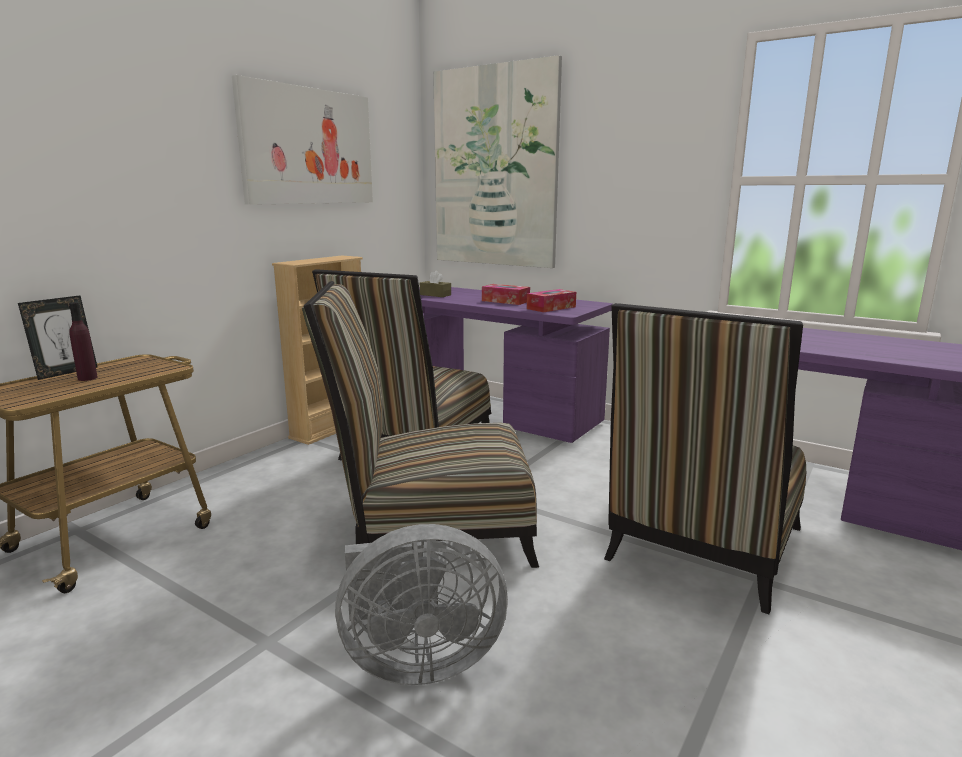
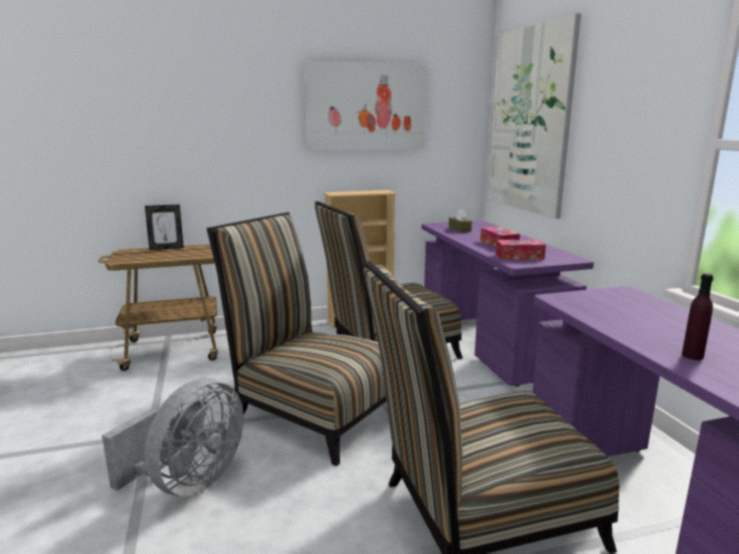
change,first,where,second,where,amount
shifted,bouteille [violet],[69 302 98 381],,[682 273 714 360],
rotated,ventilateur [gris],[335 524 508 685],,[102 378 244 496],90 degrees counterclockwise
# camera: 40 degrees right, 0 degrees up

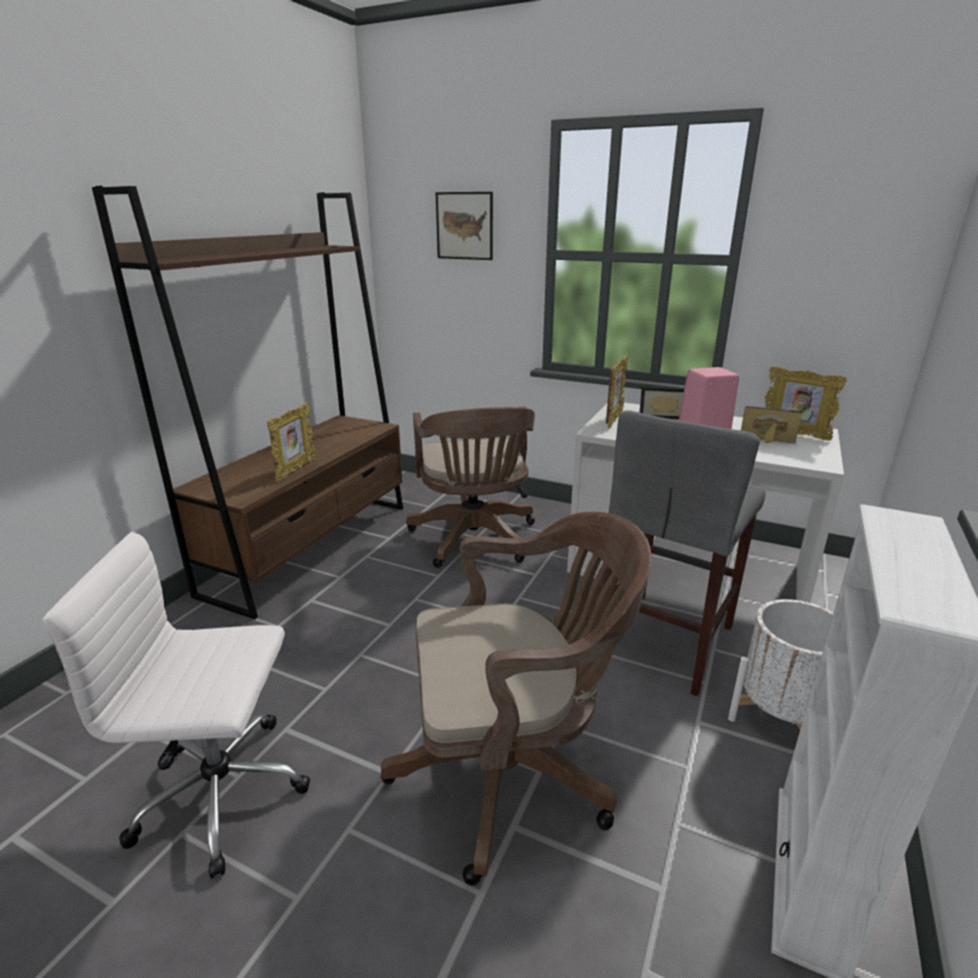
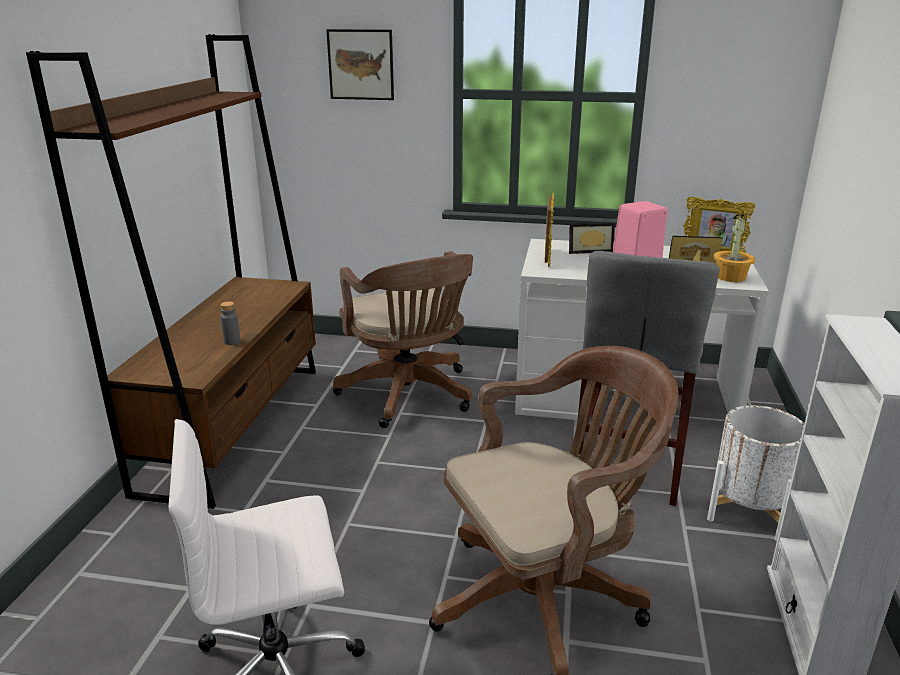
change,first,where,second,where,amount
swapped,cadre photo,[267 402 316 481],bouteille [gris],[220 301 240 345],
new,,,plante en pot,[713 215 755 282],
# camera: 15 degrees left, 0 degrees up

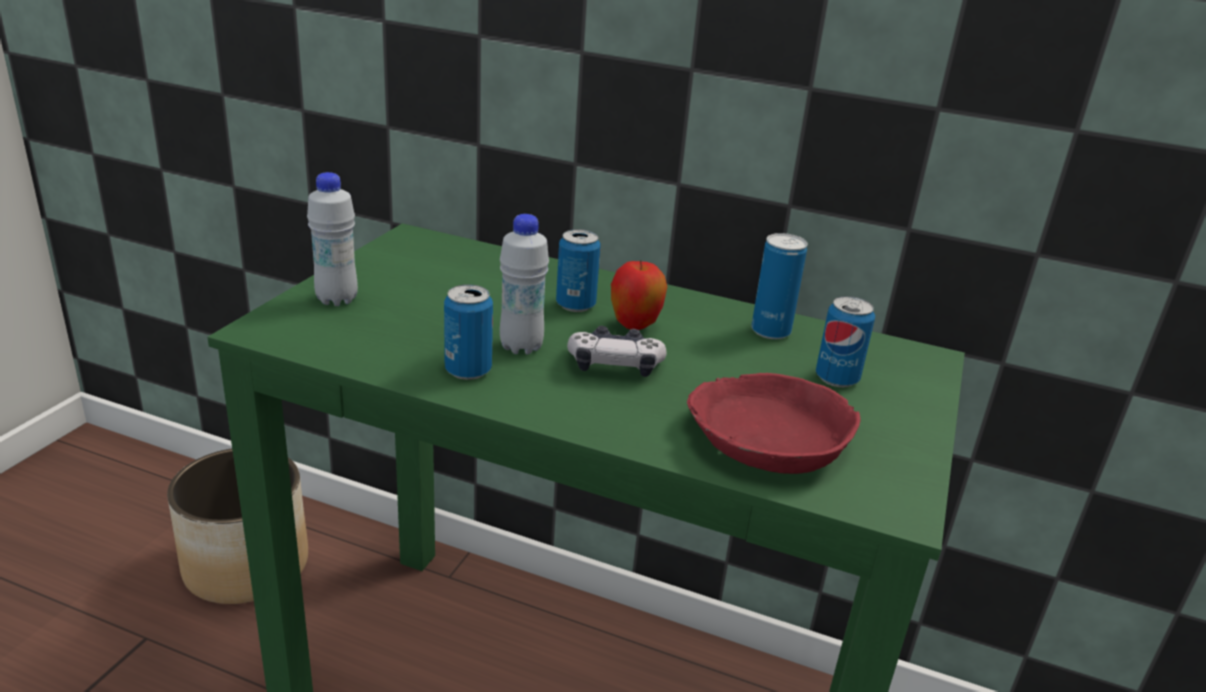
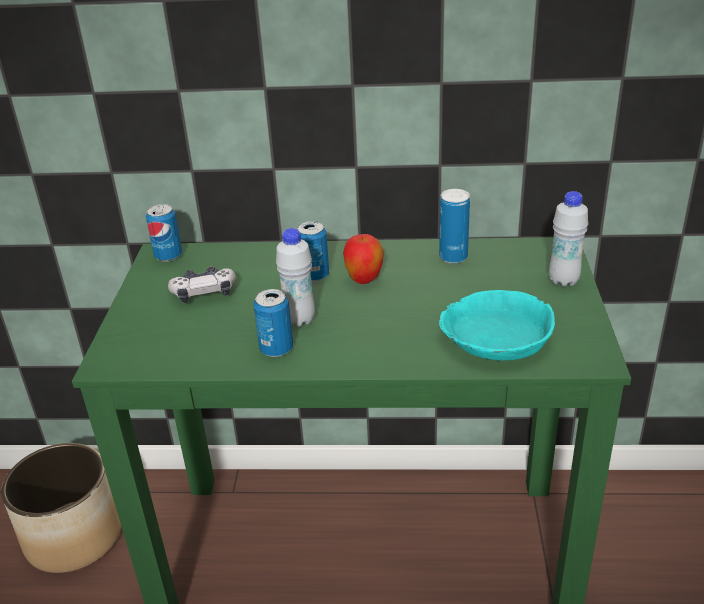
change,first,where,second,where,amount
shifted,bouteille [blanc],[307 172 358 306],,[549 191 588 287],
shifted,manette,[567 326 666 377],,[168 266 236 303],
repainted,bol [rouge],[687 373 861 474],bol [turquoise],[439 290 555 361],
shifted,boîte métallique,[816 296 875 387],,[146 204 182 262],
# camera: 15 degrees left, 5 degrees up

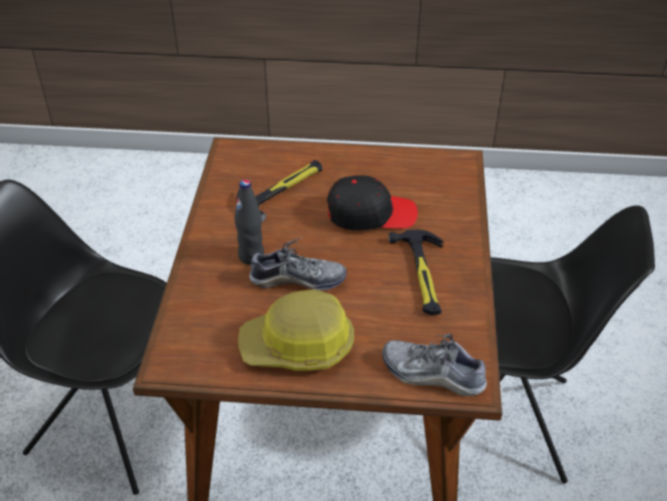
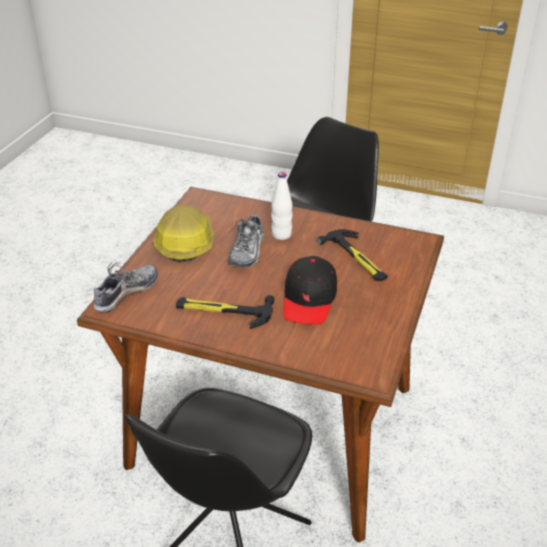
change,first,where,second,where,amount
repainted,bouteille [noir],[234 179 264 265],bouteille [blanc],[271 172 293 240],
# camera: 105 degrees right, 5 degrees down

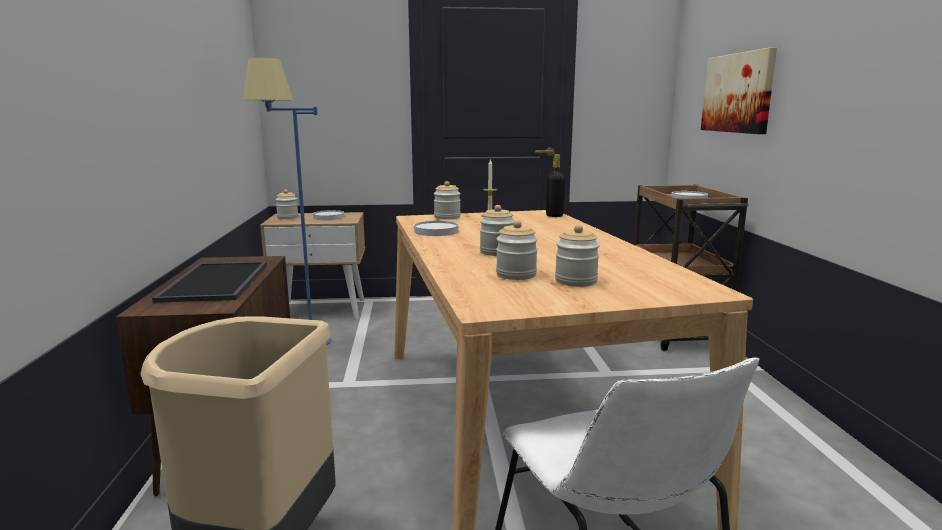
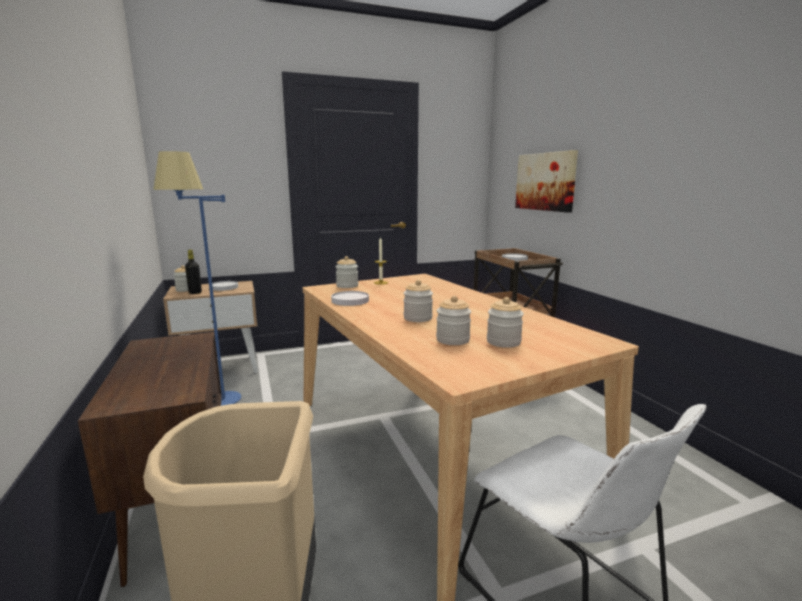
change,first,where,second,where,amount
gone,plateau,[152 261 267 303],,,
shifted,bouteille [noir],[546 154 565 217],,[185 250 202 294],
# camera: 15 degrees left, 0 degrees up

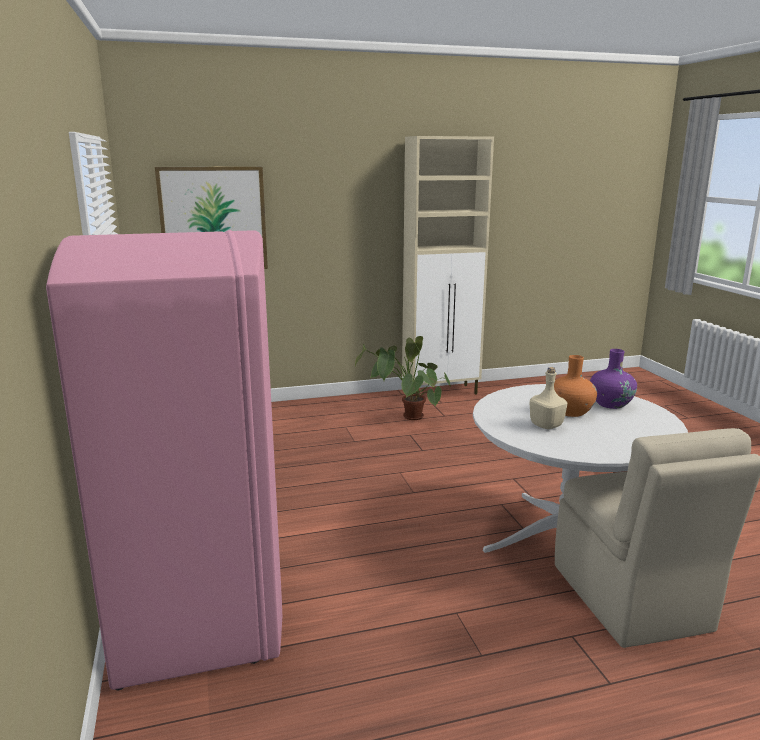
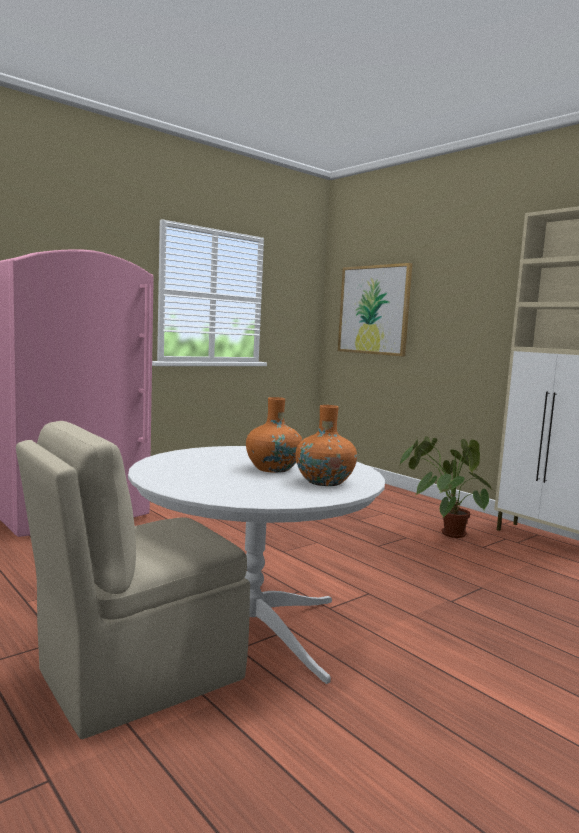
change,first,where,second,where,amount
gone,bouteille [beige],[530 367 567 429],,,
repainted,vase [violet],[590 349 637 409],vase [orange],[296 405 357 486],
# camera: 65 degrees right, 10 degrees down

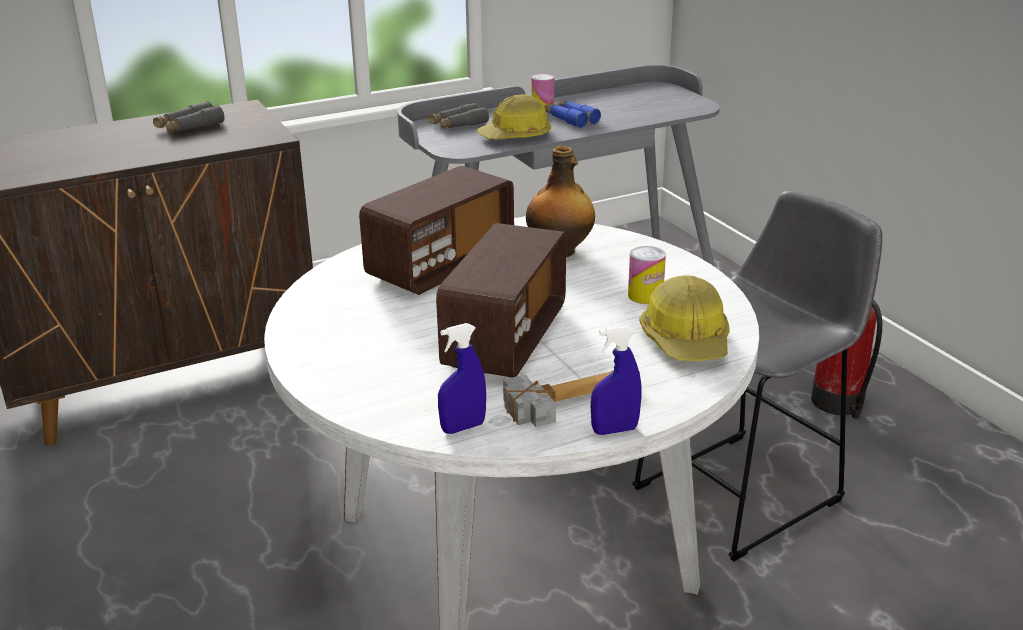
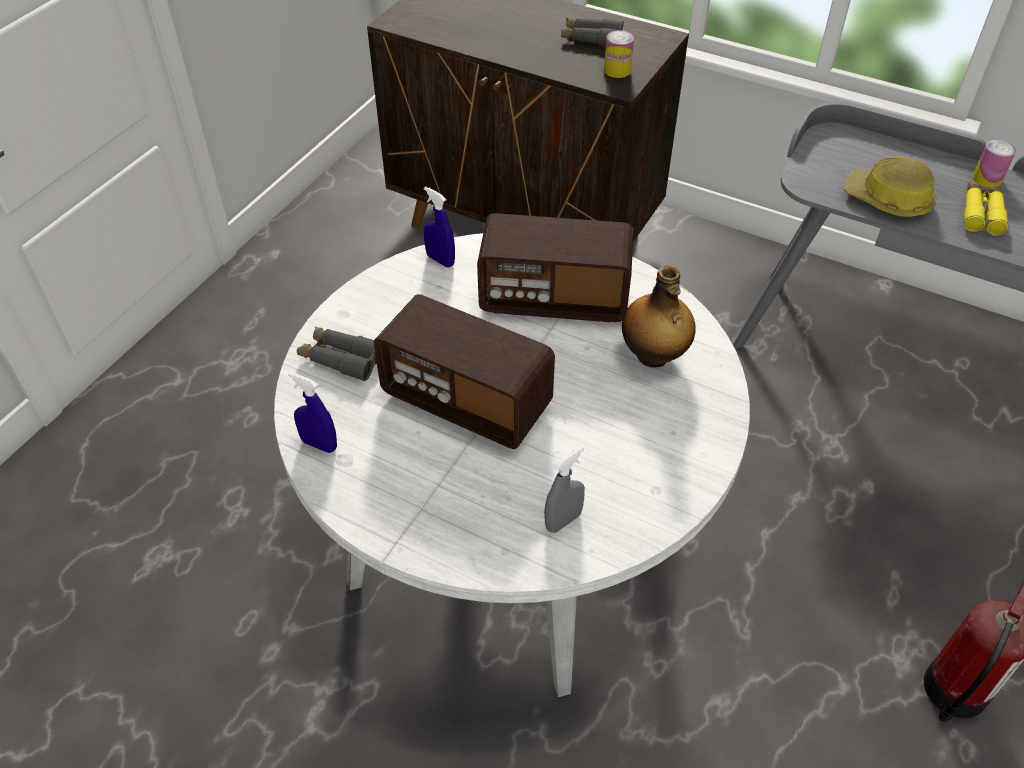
change,first,where,second,where,amount
shifted,jumelles [gris],[428 103 489 129],,[297 326 377 381],
rotated,radio,[436 223 566 378],,[374 294 555 449],45 degrees clockwise
gone,marteau,[503 370 640 427],,,
repainted,jumelles [bleu],[545 100 601 128],jumelles [jaune],[964 181 1008 235],
shifted,vaporisateur [bleu],[591 326 642 435],,[424 186 455 267],
shifted,boîte métallique,[628 246 666 304],,[604 30 634 78],
gone,tabouret [gris],[632 191 882 561],,,
swapped,casque de chantier,[639 276 730 361],vaporisateur [gris],[544 447 585 533],
# camera: 55 degrees right, 20 degrees up

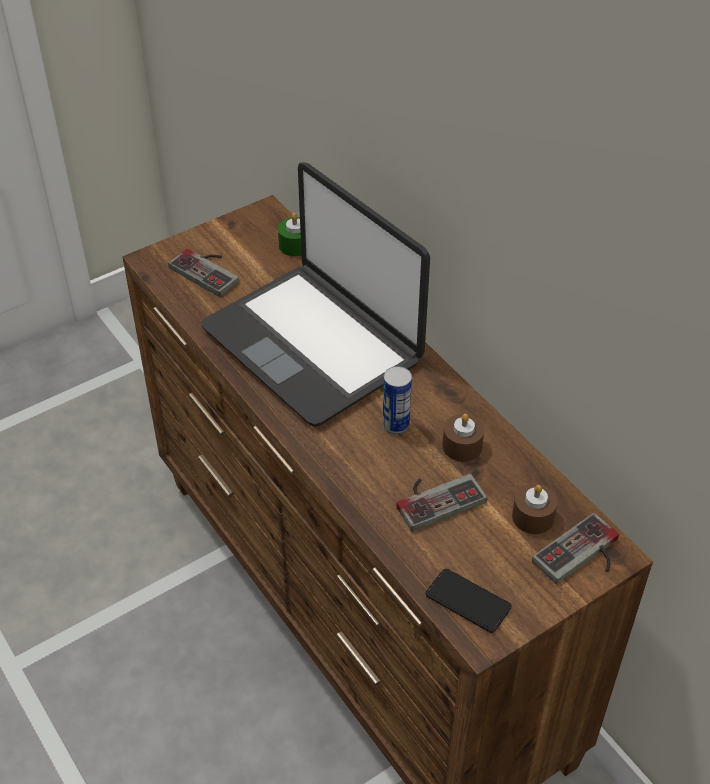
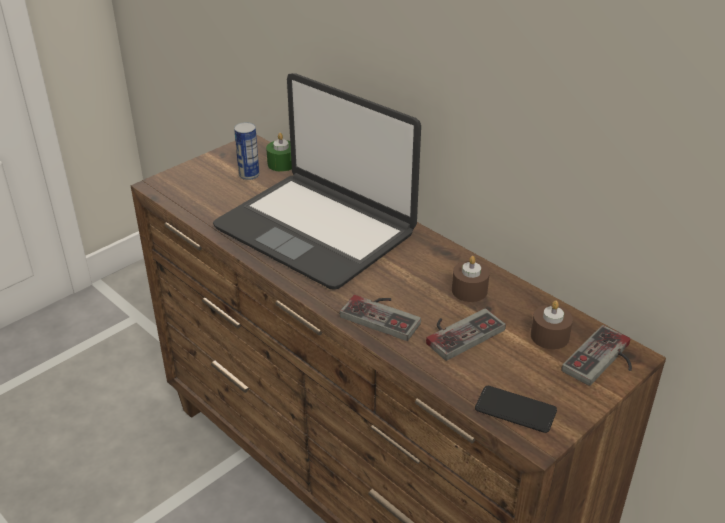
change,first,where,second,where,amount
shifted,manette,[168 249 239 297],,[340 295 421 341],
shifted,boîte métallique,[382 366 412 434],,[234 122 259 180],
# camera: 10 degrees left, 10 degrees down

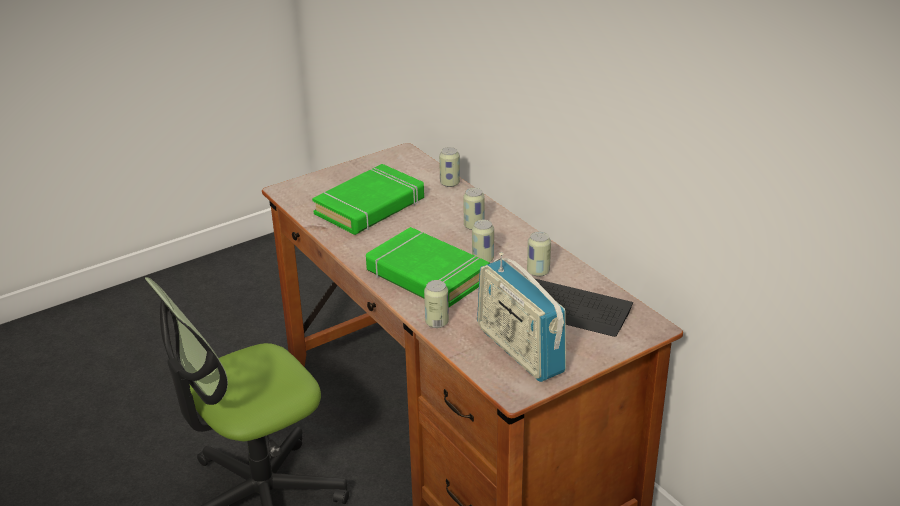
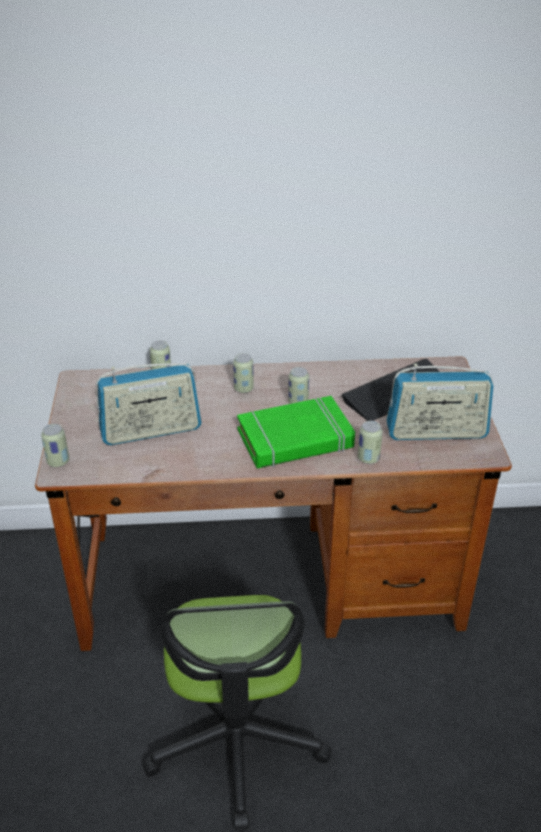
change,first,where,second,where,amount
swapped,livre [vert],[312 164 424 235],radio,[95 363 201 445],
shifted,boîte métallique,[527 232 551 277],,[41 424 69 467],
# camera: 60 degrees left, 5 degrees up

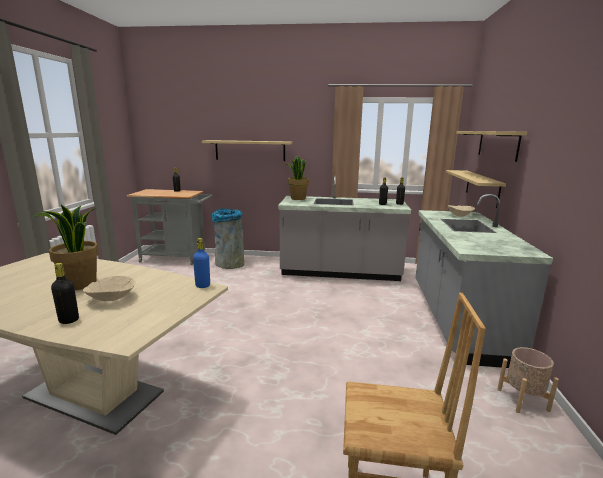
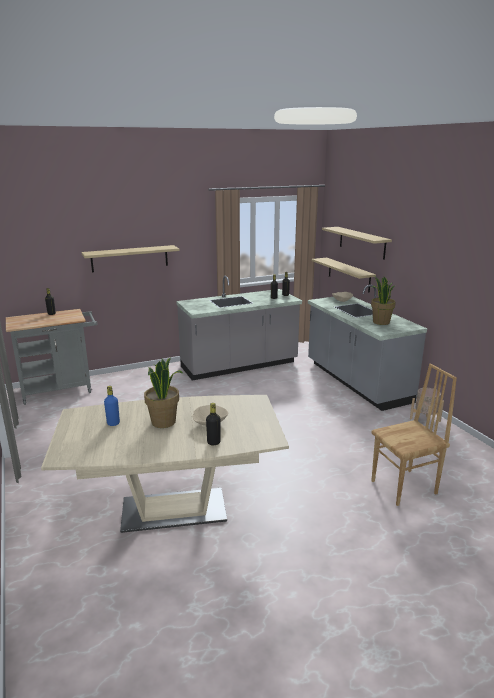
change,first,where,second,where,amount
shifted,bouteille [bleu],[193 238 210 288],,[104 386 120 426],
gone,poubelle [gris],[212 209 244 269],,,
shifted,plante en pot,[286 156 309 200],,[371 275 396 325],
# camera: 30 degrees left, 5 degrees up

